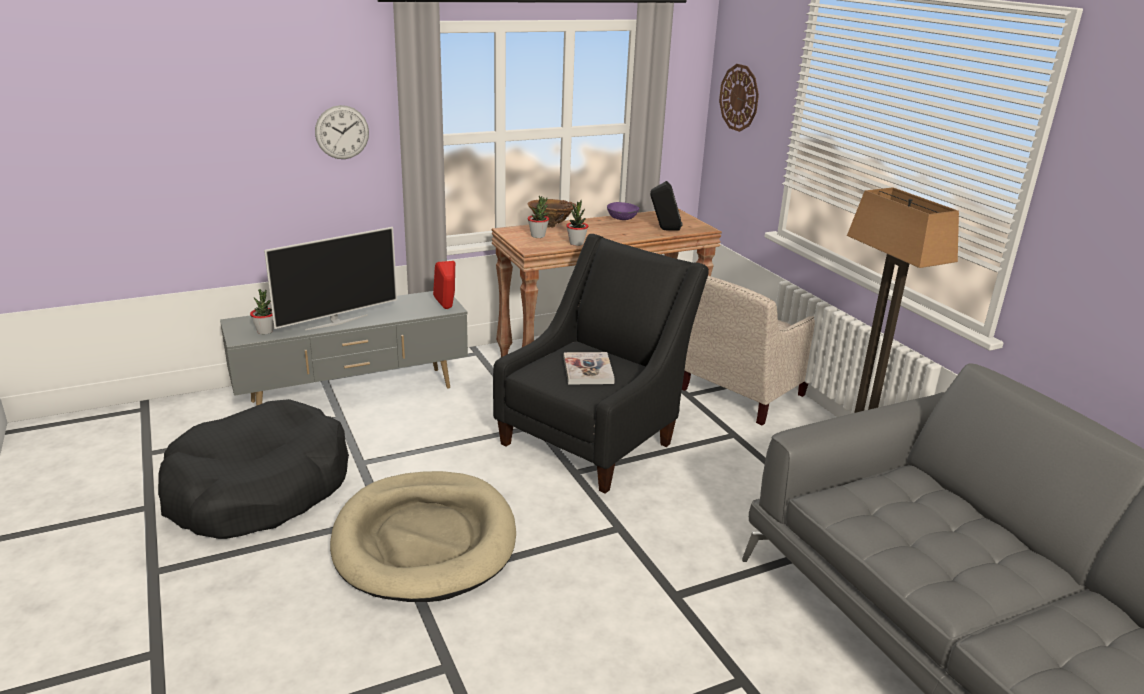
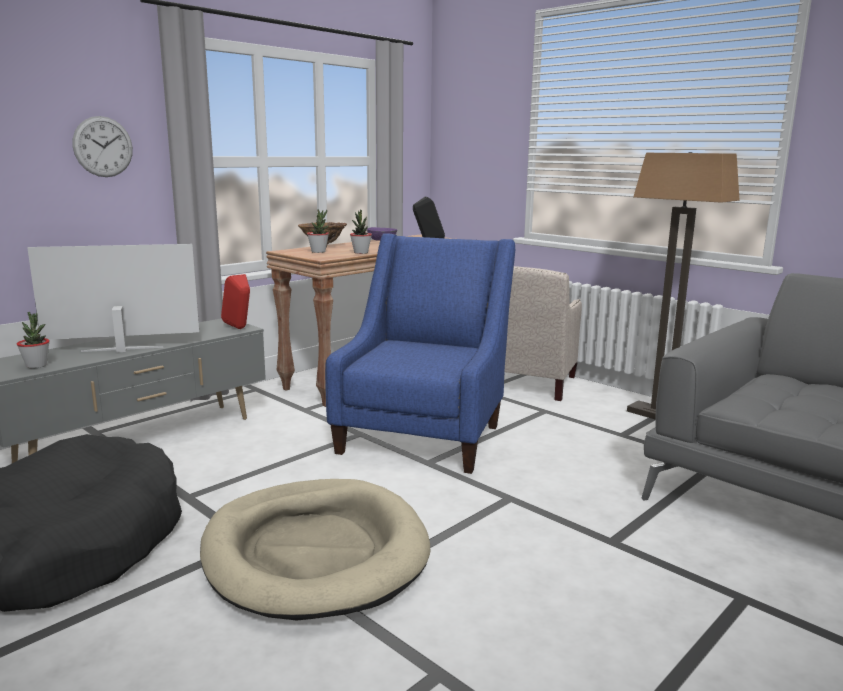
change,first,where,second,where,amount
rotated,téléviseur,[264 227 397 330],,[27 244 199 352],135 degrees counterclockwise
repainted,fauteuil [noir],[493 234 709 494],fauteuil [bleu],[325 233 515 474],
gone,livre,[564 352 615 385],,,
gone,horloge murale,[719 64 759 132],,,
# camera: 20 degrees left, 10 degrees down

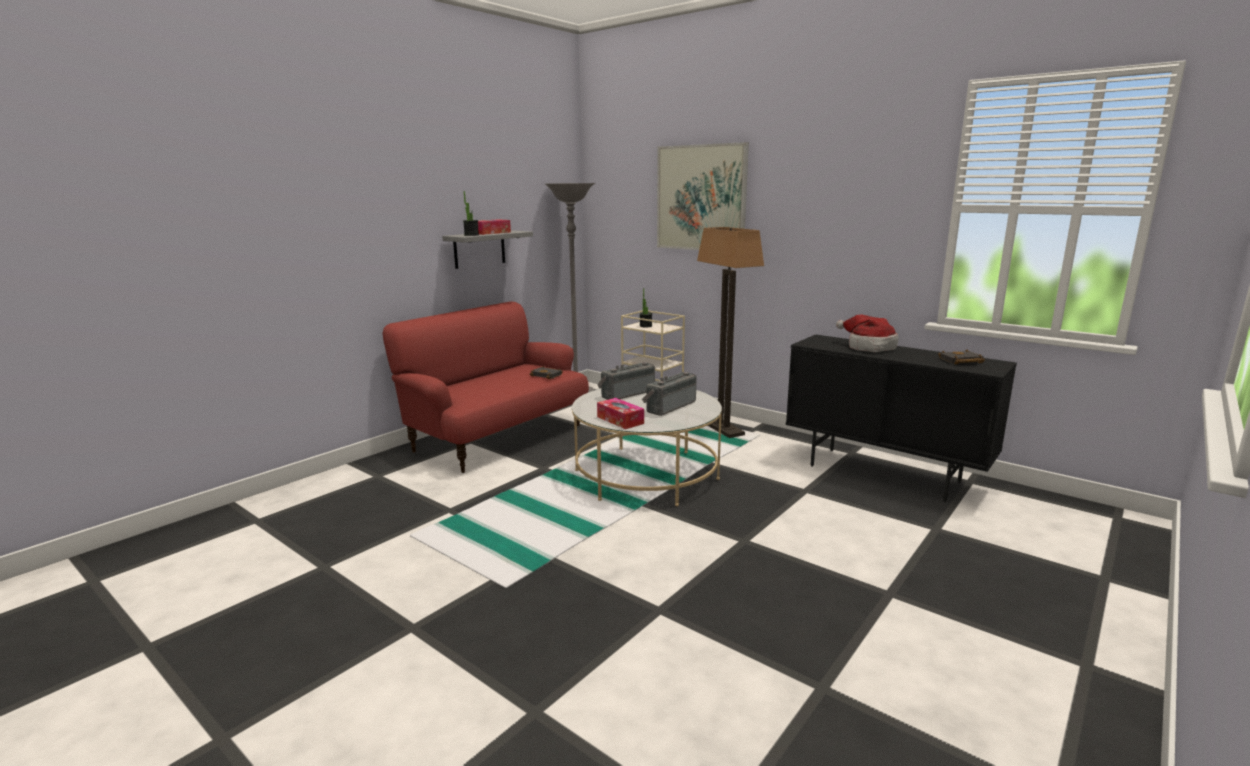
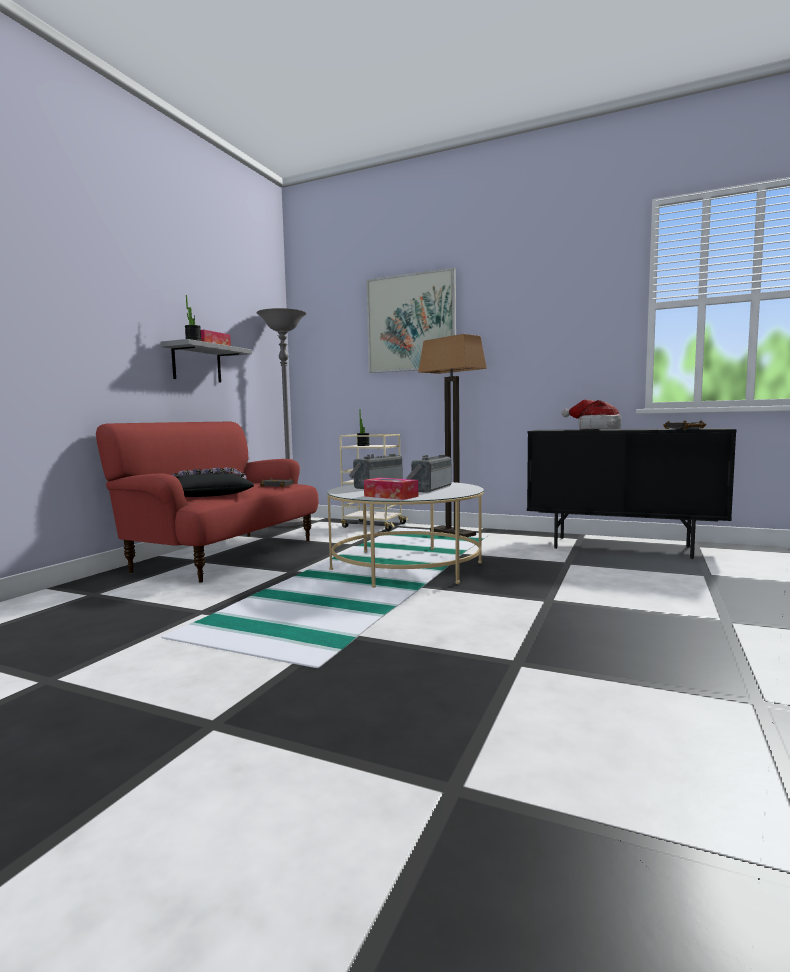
change,first,where,second,where,amount
new,,,coussin [noir],[171 467 254 497],
# camera: 15 degrees left, 10 degrees down

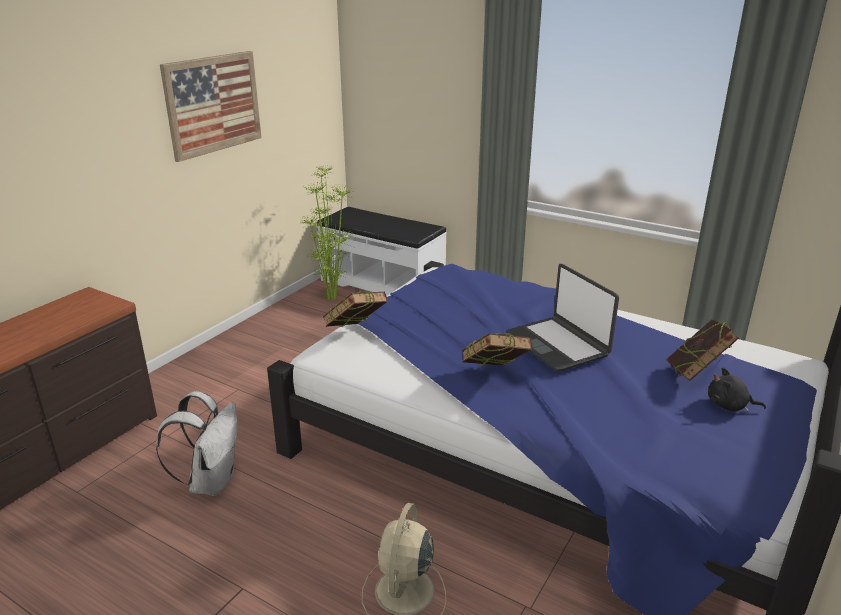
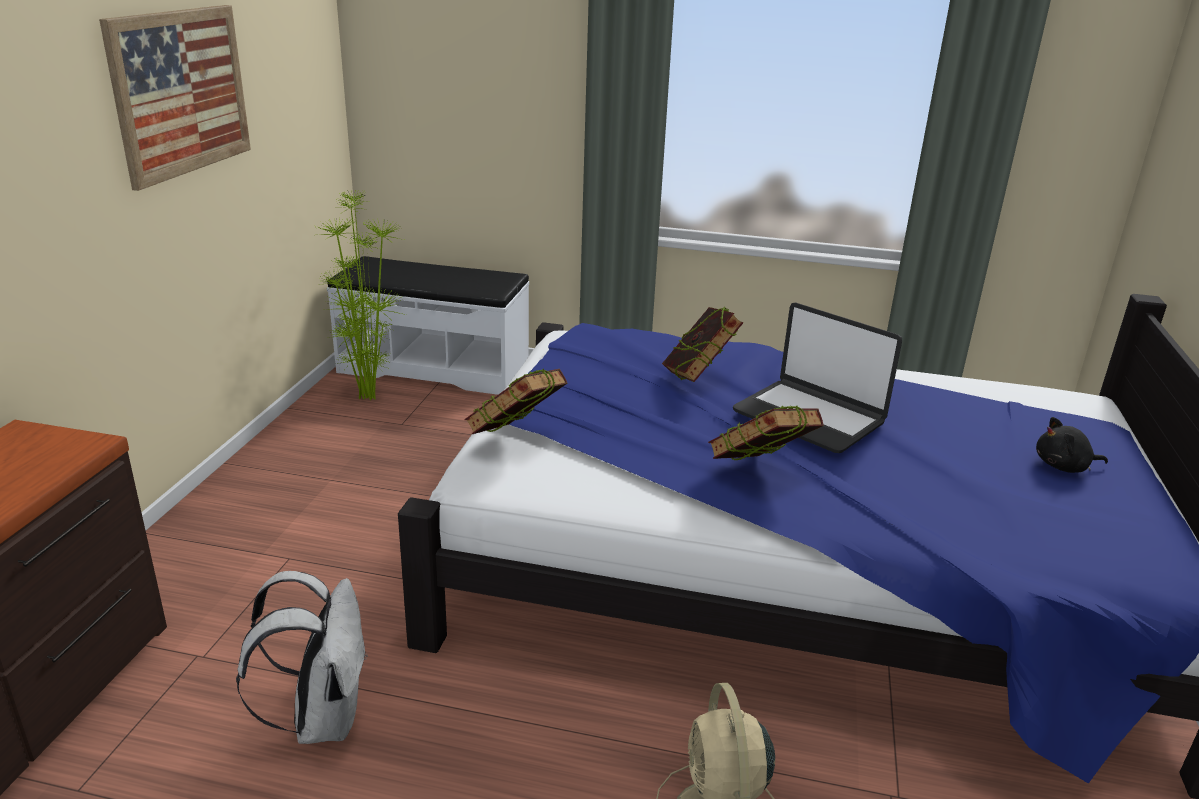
change,first,where,second,where,amount
shifted,livre,[666 319 739 381],,[662 307 743 382],
# camera: 20 degrees left, 0 degrees up

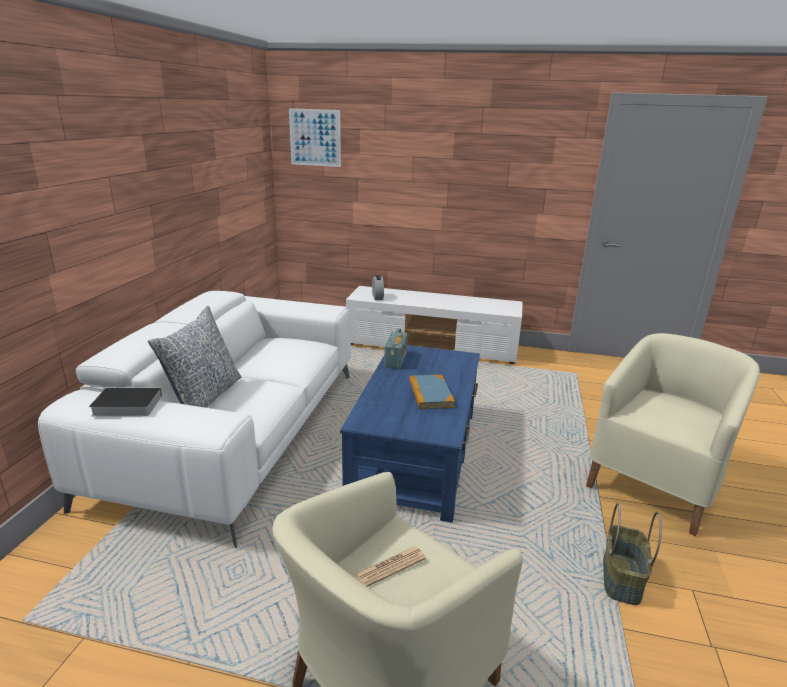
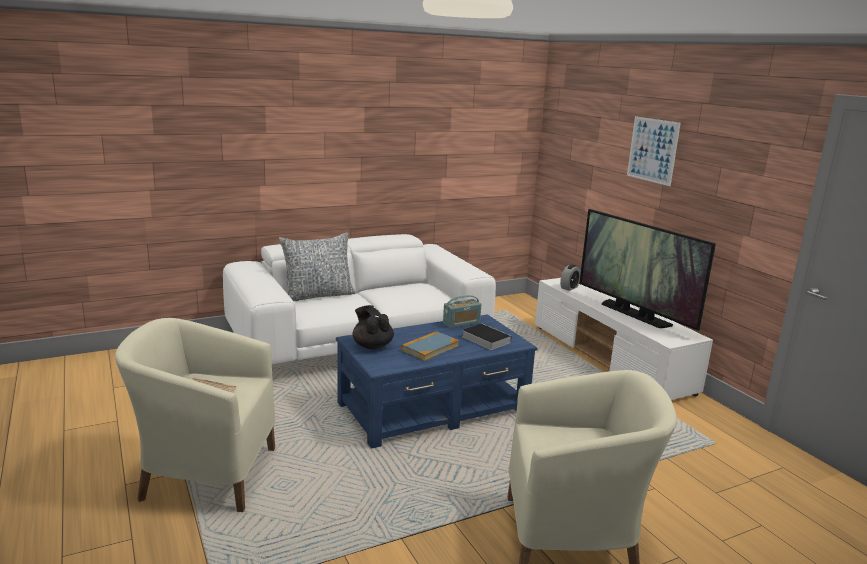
change,first,where,second,where,amount
shifted,livre,[89 388 162 416],,[462 323 511 350],
shifted,tableau,[289 108 341 167],,[627 116 681 186],
gone,panier,[603 503 662 605],,,
new,,,théière [noir],[352 305 394 349],
new,,,téléviseur,[579 209 716 331],
# camera: 50 degrees right, 5 degrees down

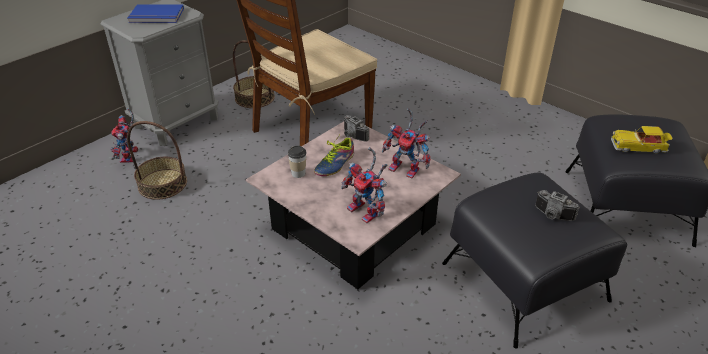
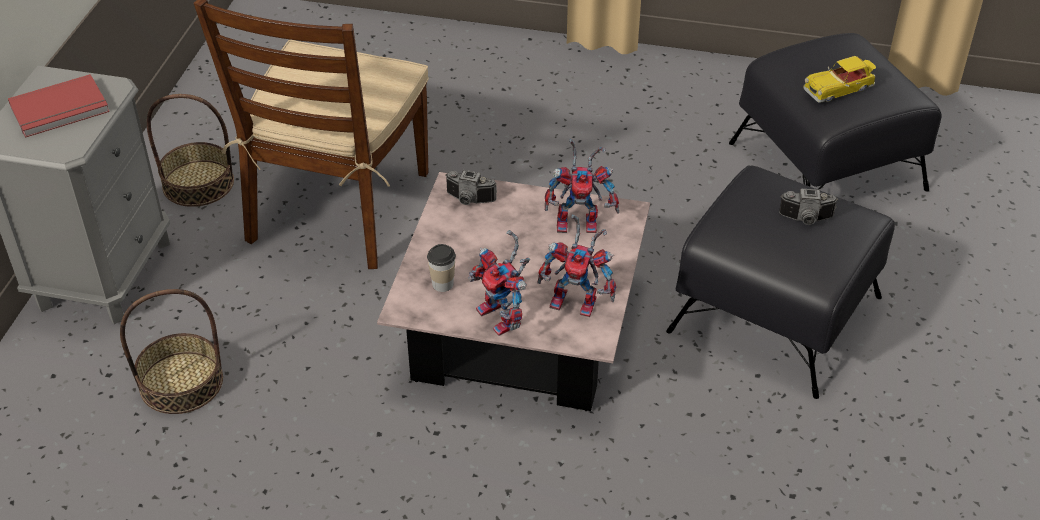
change,first,where,second,where,amount
shifted,robot jouet,[111 108 138 163],,[468 230 530 336],
repainted,livre [bleu],[128 4 184 23],livre [rouge],[8 74 110 138],
gone,chaussure,[314 136 354 176],,,
# camera: 30 degrees left, 5 degrees up

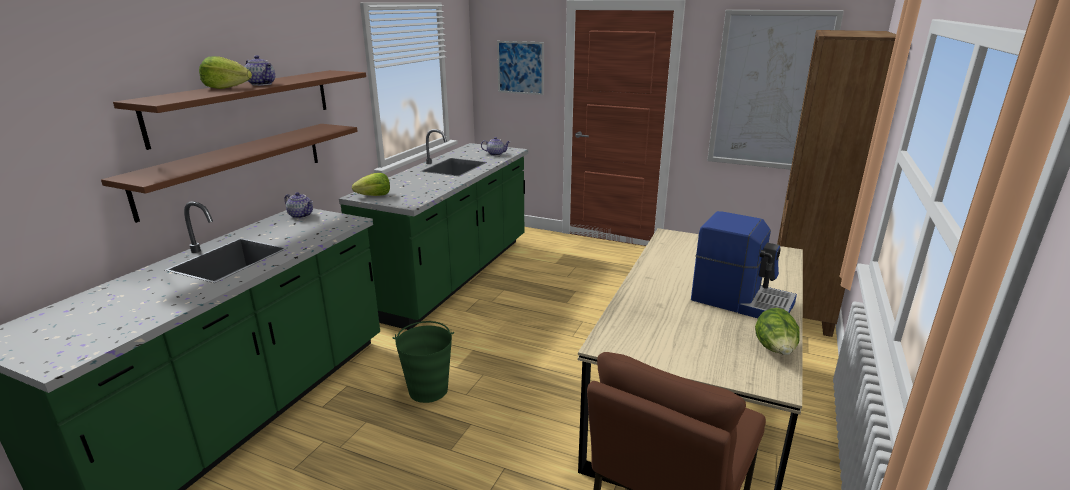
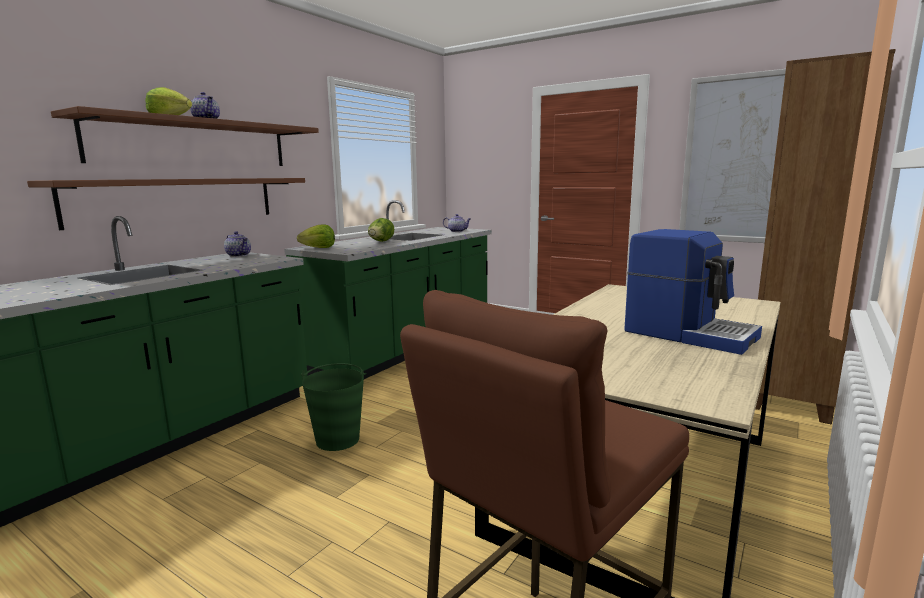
change,first,where,second,where,amount
gone,tableau,[497 41 544 95],,,
shifted,laitue,[755 308 800 355],,[368 218 394 242],
# camera: 10 degrees right, 10 degrees down

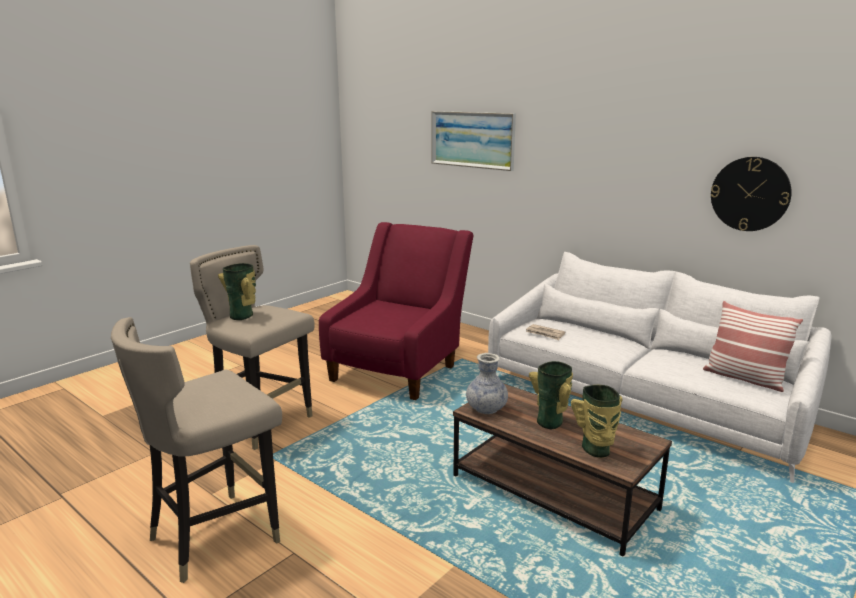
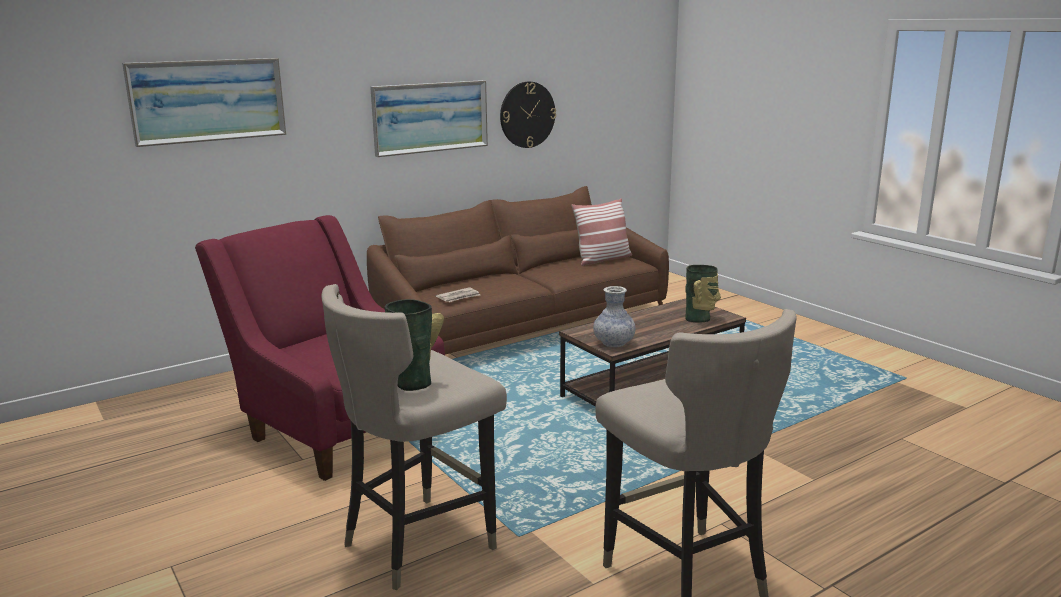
change,first,where,second,where,amount
repainted,canapé [blanc],[488 252 832 483],canapé [marron],[367 186 669 354],
gone,vase,[529 361 573 429],,,
new,,,tableau,[370 80 488 157],
# camera: 75 degrees left, 0 degrees up

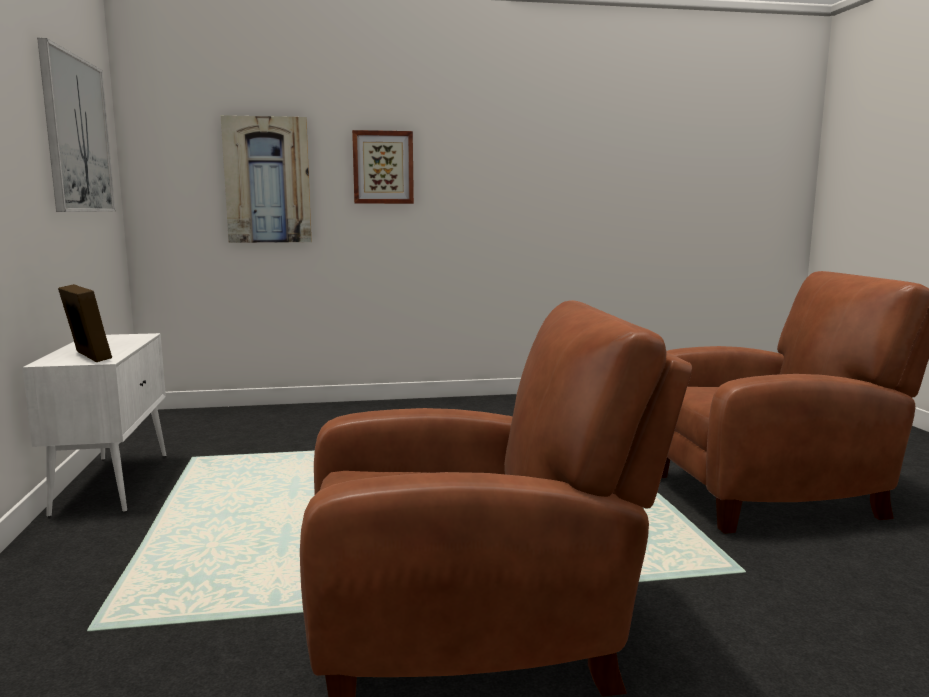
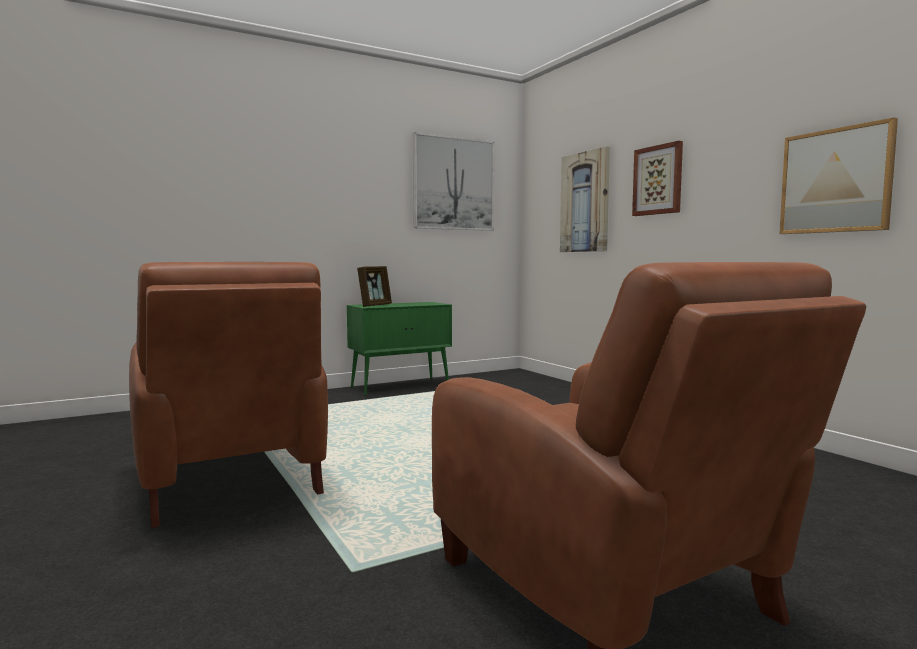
change,first,where,second,where,amount
repainted,meuble de rangement [blanc],[22 333 166 517],meuble de rangement [vert],[347 302 452 396],
new,,,tableau,[779 117 898 234],
# camera: 70 degrees right, 5 degrees down

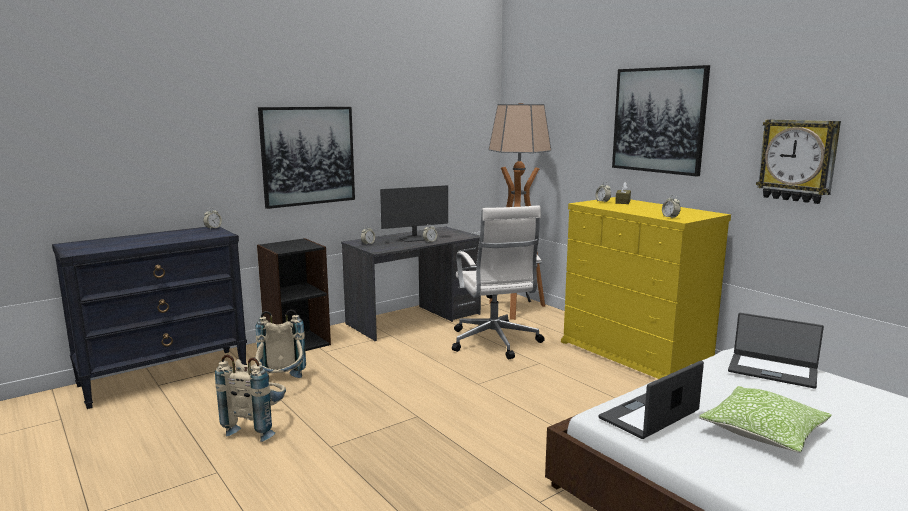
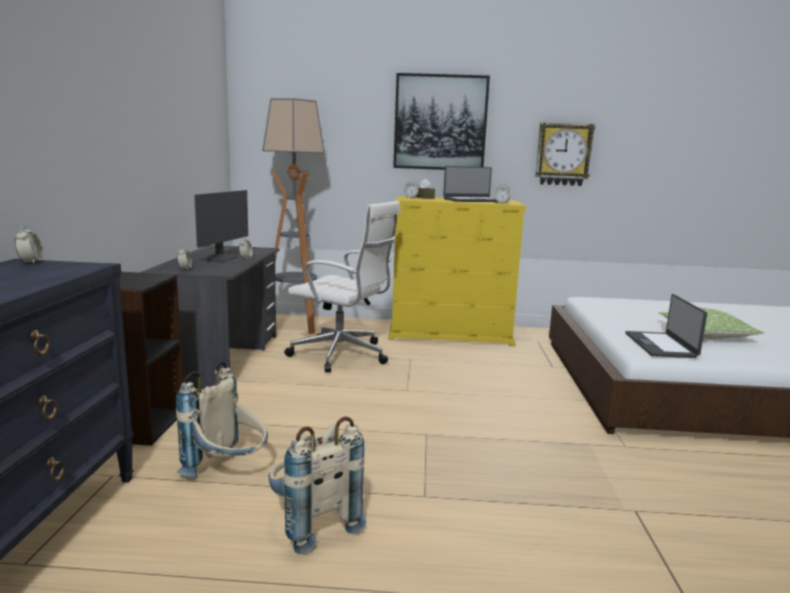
change,first,where,second,where,amount
gone,tableau,[258 107 355 209],,,
shifted,ordinateur portable,[728 313 824 389],,[443 166 497 202],
# camera: 50 degrees left, 0 degrees up

